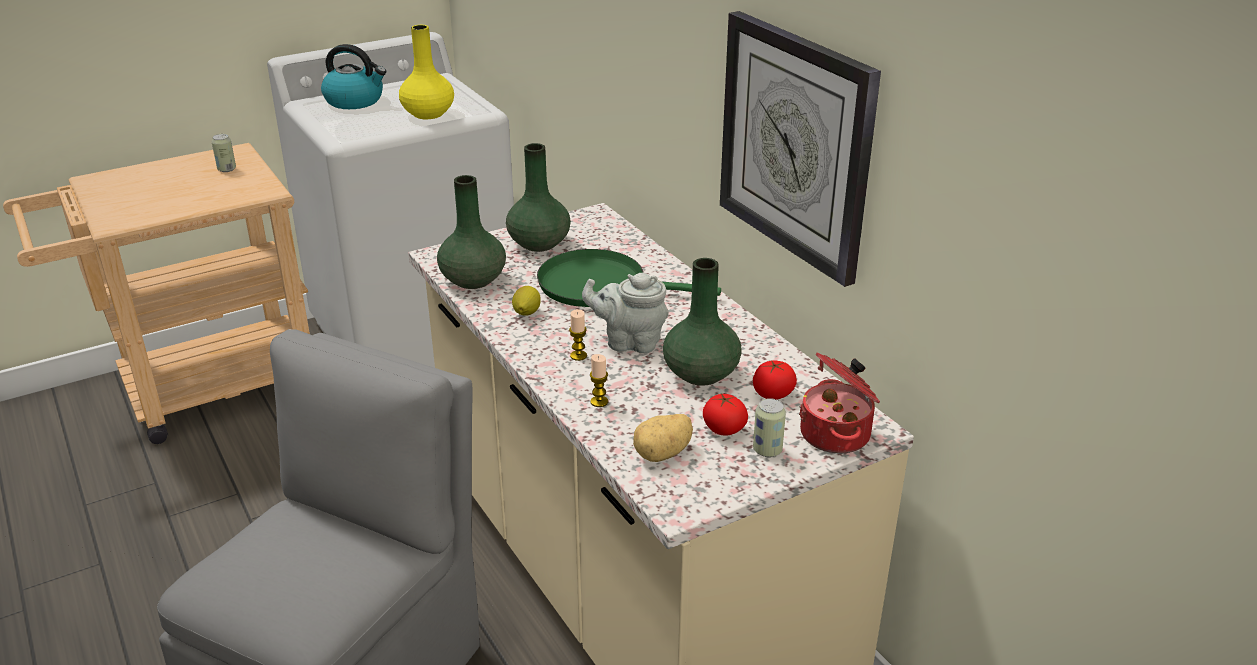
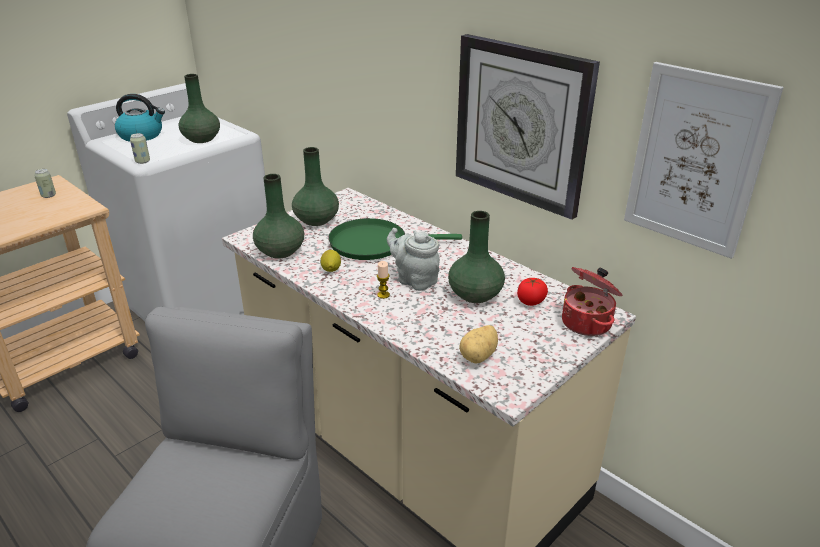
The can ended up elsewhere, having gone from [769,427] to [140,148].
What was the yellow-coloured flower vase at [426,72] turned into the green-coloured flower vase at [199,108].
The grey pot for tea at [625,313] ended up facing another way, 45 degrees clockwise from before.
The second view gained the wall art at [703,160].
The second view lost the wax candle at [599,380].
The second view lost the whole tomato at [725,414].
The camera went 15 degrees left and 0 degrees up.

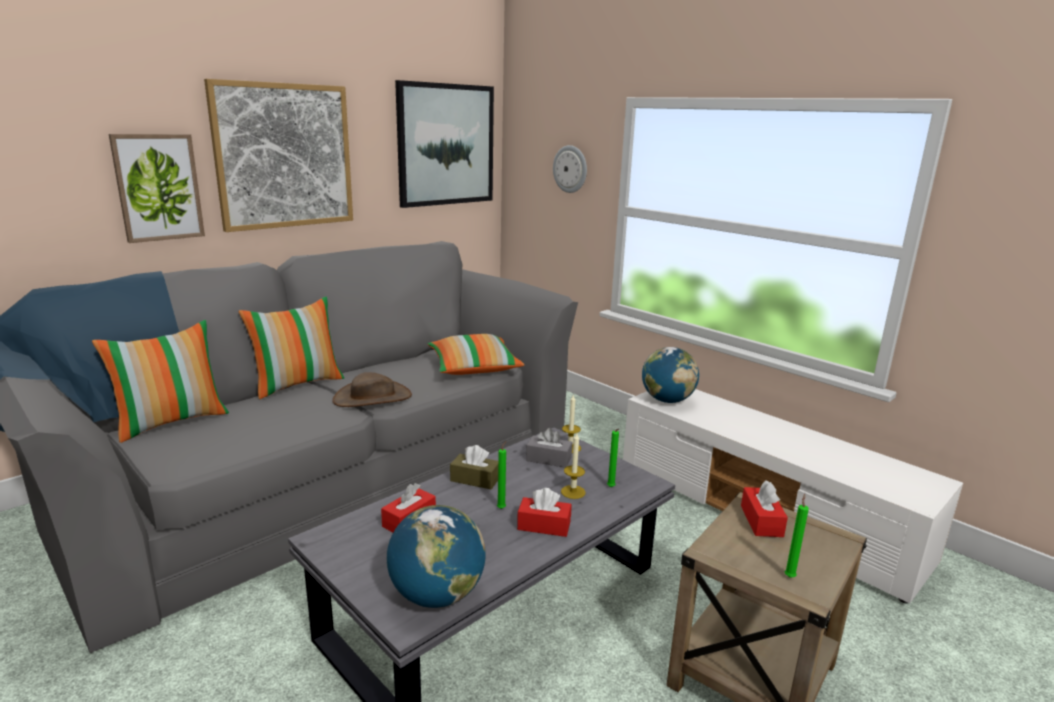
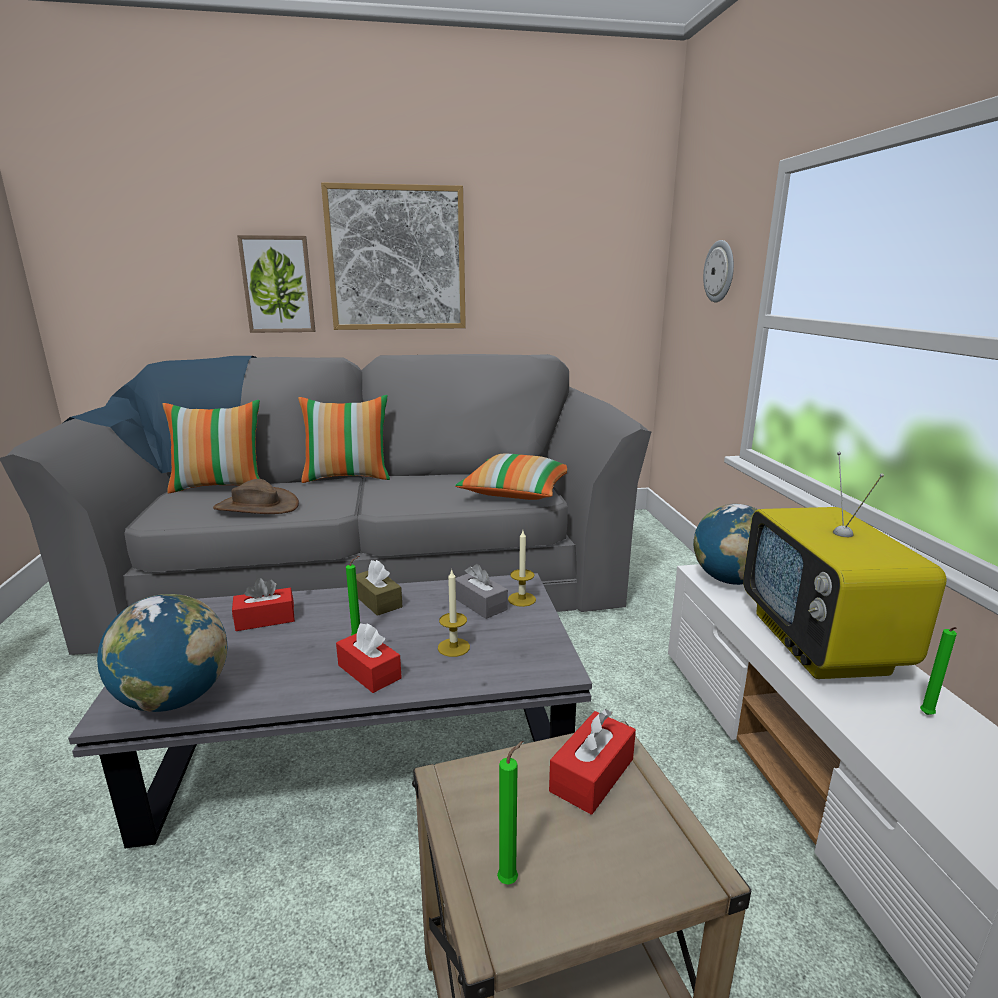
The brown hat ended up elsewhere, having gone from [372,389] to [256,496].
The second view gained the TV set at [845,565].
The green-coloured wax candle ended up elsewhere, having gone from [613,458] to [938,671].
The second view lost the wall art at [444,144].
The camera went 35 degrees right and 0 degrees up.

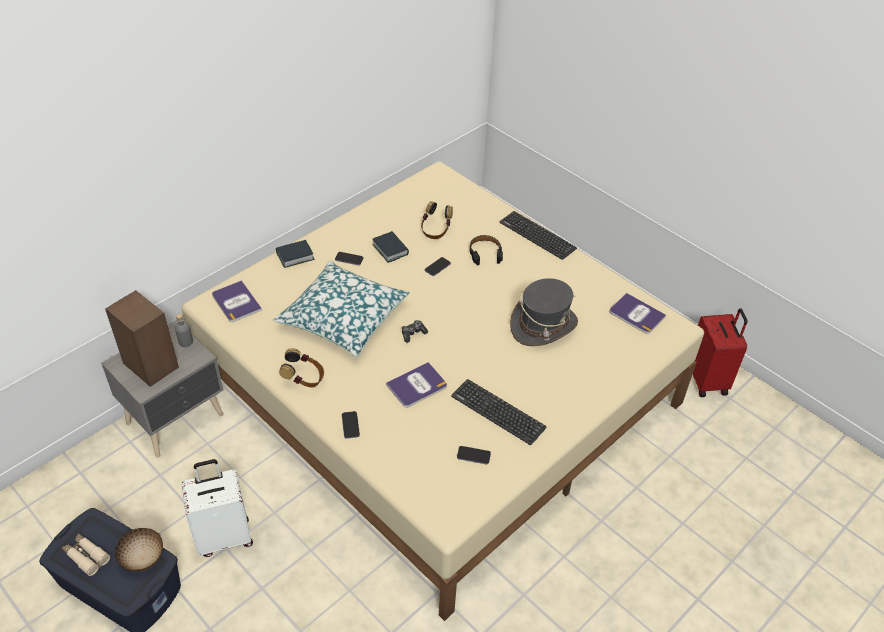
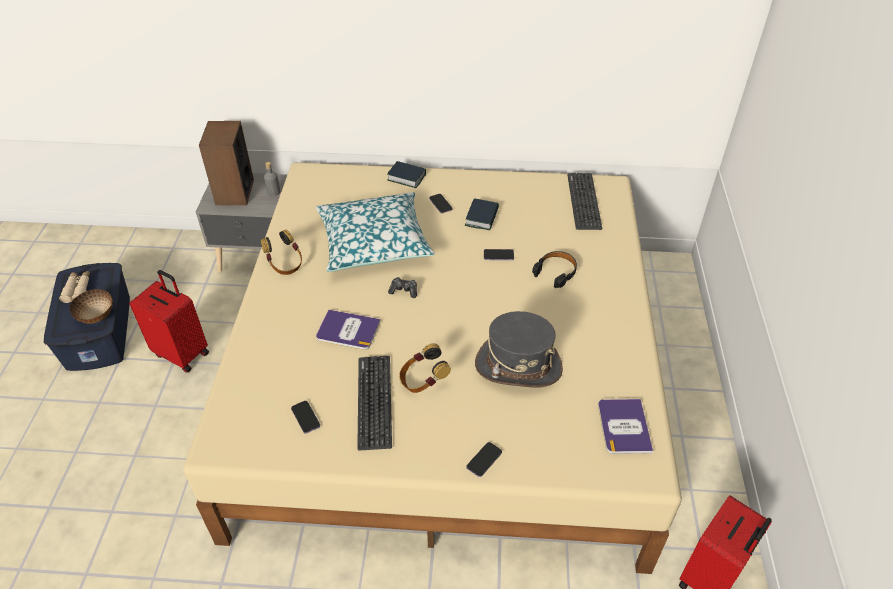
What was the whitish travel case at [217,508] turned into the red travel case at [169,321].
The headset ended up elsewhere, having gone from [437,220] to [425,368].
The phone ended up elsewhere, having gone from [351,425] to [484,459].
The PC keyboard ended up elsewhere, having gone from [538,235] to [584,201].
The second view lost the volume at [237,301].
The camera went 50 degrees right and 0 degrees up.

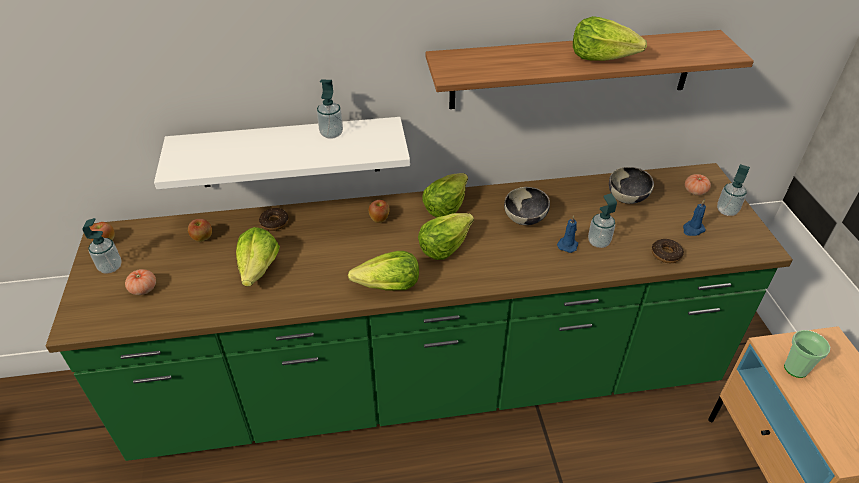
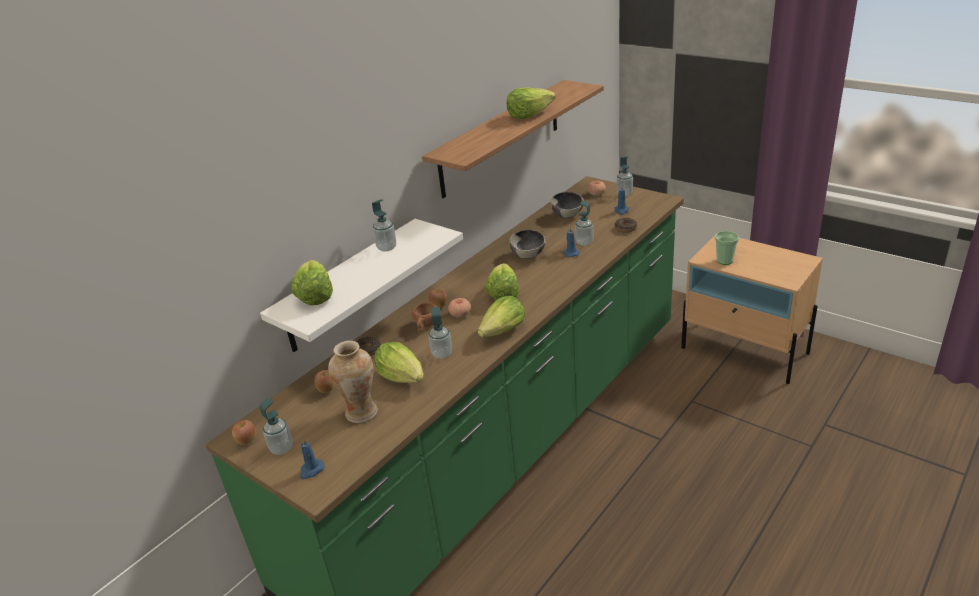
The lettuce head ended up elsewhere, having gone from [445,195] to [312,282].
The second view gained the bluish wax candle at [312,458].
The second view gained the flower vase at [353,382].
The second view gained the brown small cup at [424,317].
The second view gained the liquid soap bottle at [440,333].
The whole tomato ended up elsewhere, having gone from [140,282] to [459,308].
The camera went 40 degrees left and 10 degrees down.

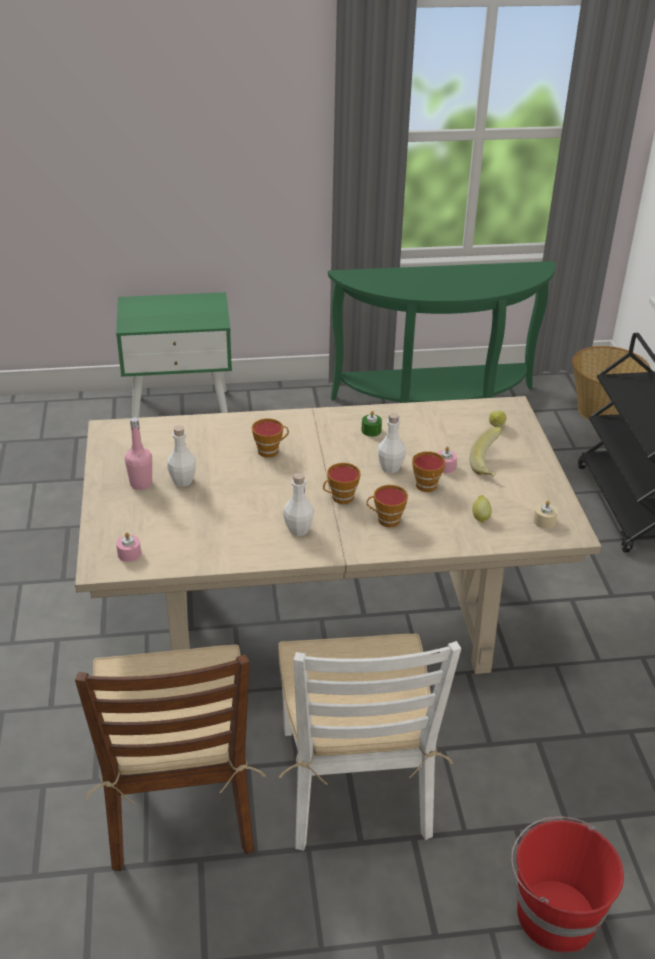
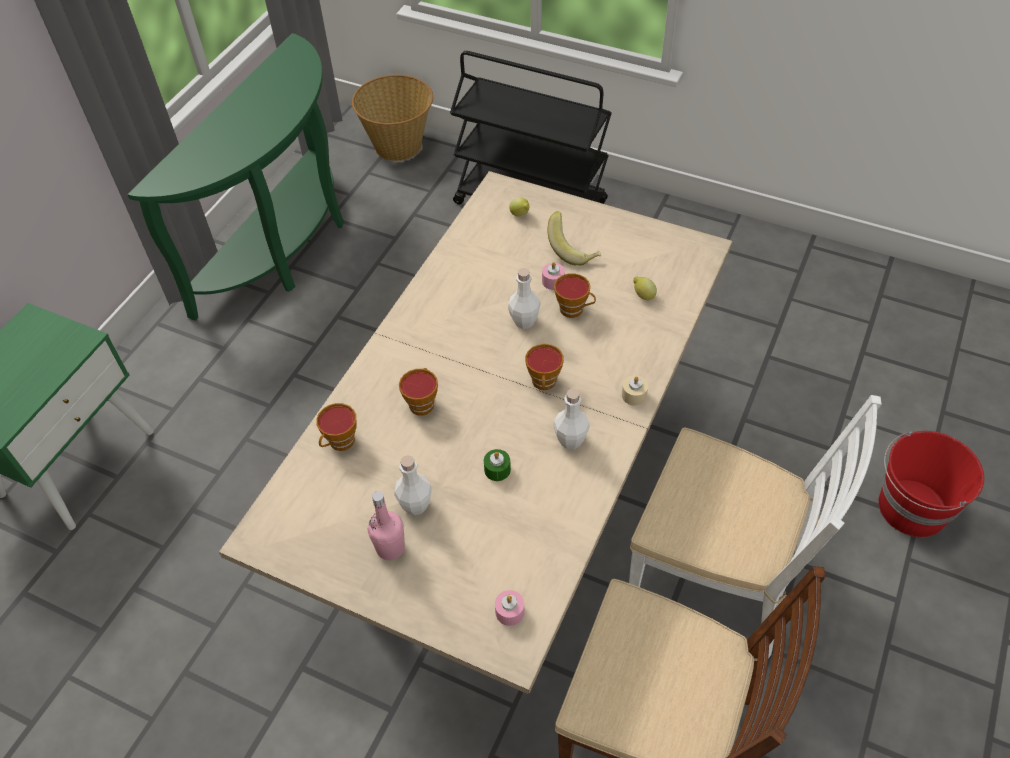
The small cup ended up elsewhere, having gone from [387,506] to [336,427].
The green-coloured wax candle ended up elsewhere, having gone from [371,424] to [497,465].
The beige-coloured wax candle ended up elsewhere, having gone from [545,514] to [635,391].
The camera went 55 degrees left and 15 degrees up.

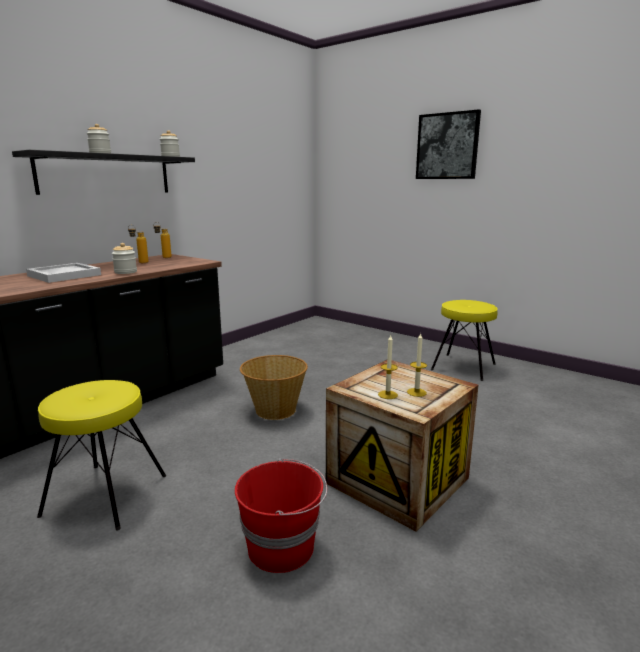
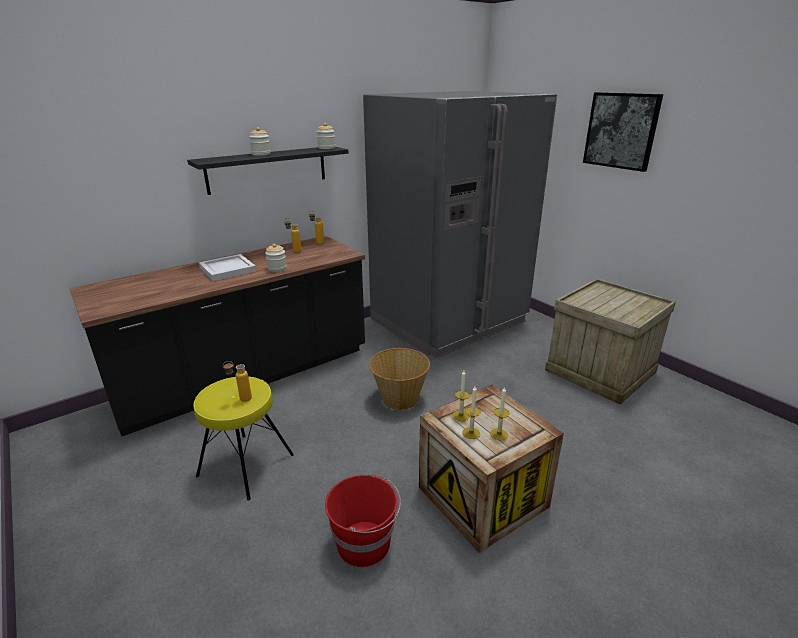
The second view gained the bottle at [237,381].
The second view gained the grey kitchen fridge at [460,224].
The second view gained the wax candle at [461,396].
Where the yellow-coloured stool stood at [464,340], the packing crate came to stand at [610,341].
The camera went 15 degrees right and 10 degrees up.

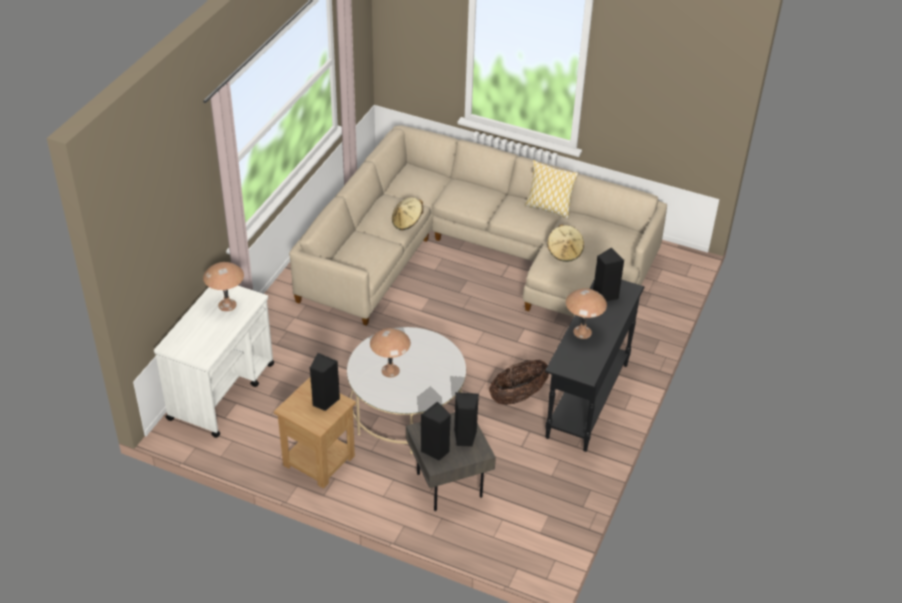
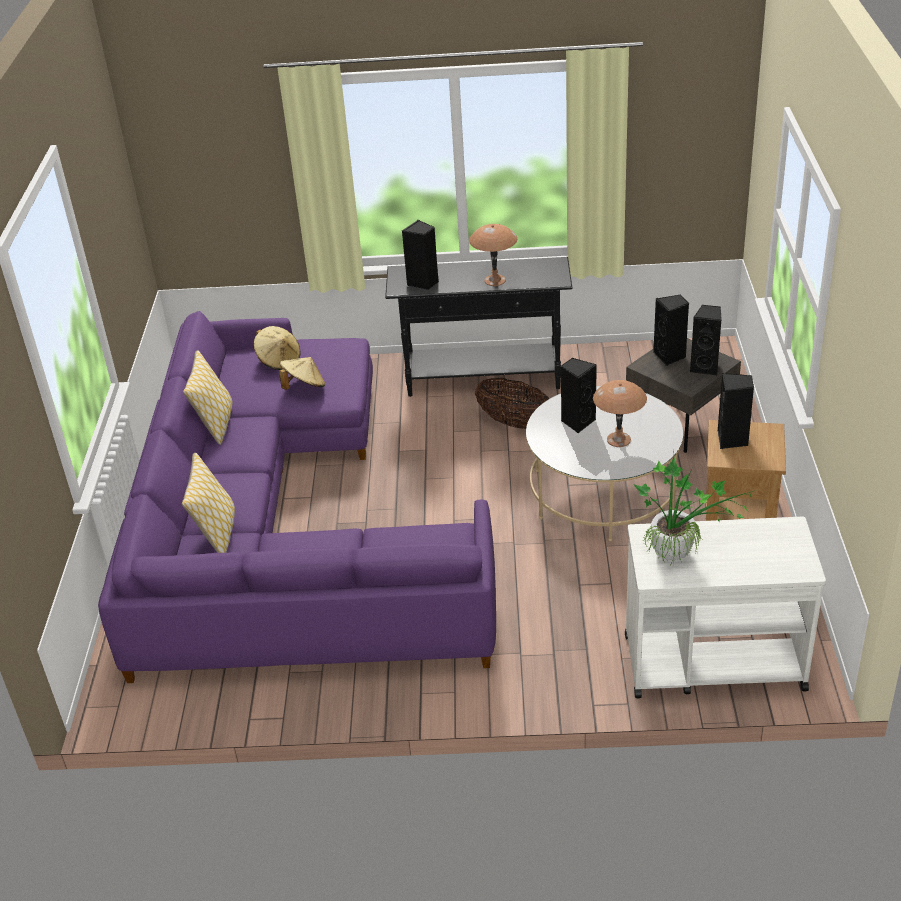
What was the beige-coloured couch at [478,225] turned into the purple-coloured couch at [297,497].
The second view gained the throw pillow at [208,503].
The beige-coloured hat ended up elsewhere, having gone from [407,213] to [276,348].
The second view gained the black speaker at [579,395].
Where the brown table lamp stood at [223,287], the plant in a pot came to stand at [693,509].
The camera went 110 degrees left and 5 degrees down.

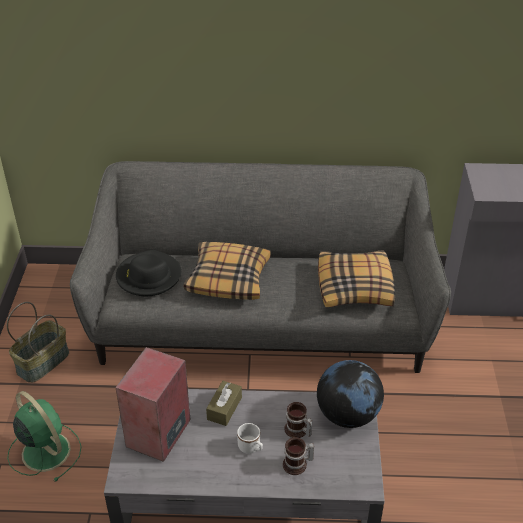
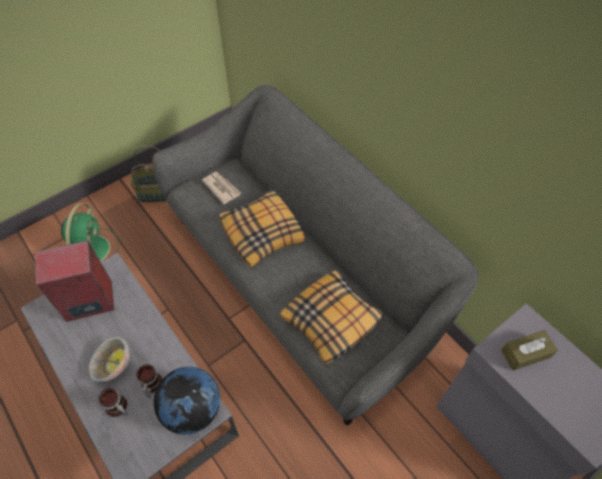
Where the whitish tea mug stood at [250,438], the serving bowl came to stand at [109,359].
Where the black hat stood at [149,273], the daily paper came to stand at [221,188].
The brown box of tissues ended up elsewhere, having gone from [224,403] to [529,350].
The camera went 50 degrees right and 15 degrees up.

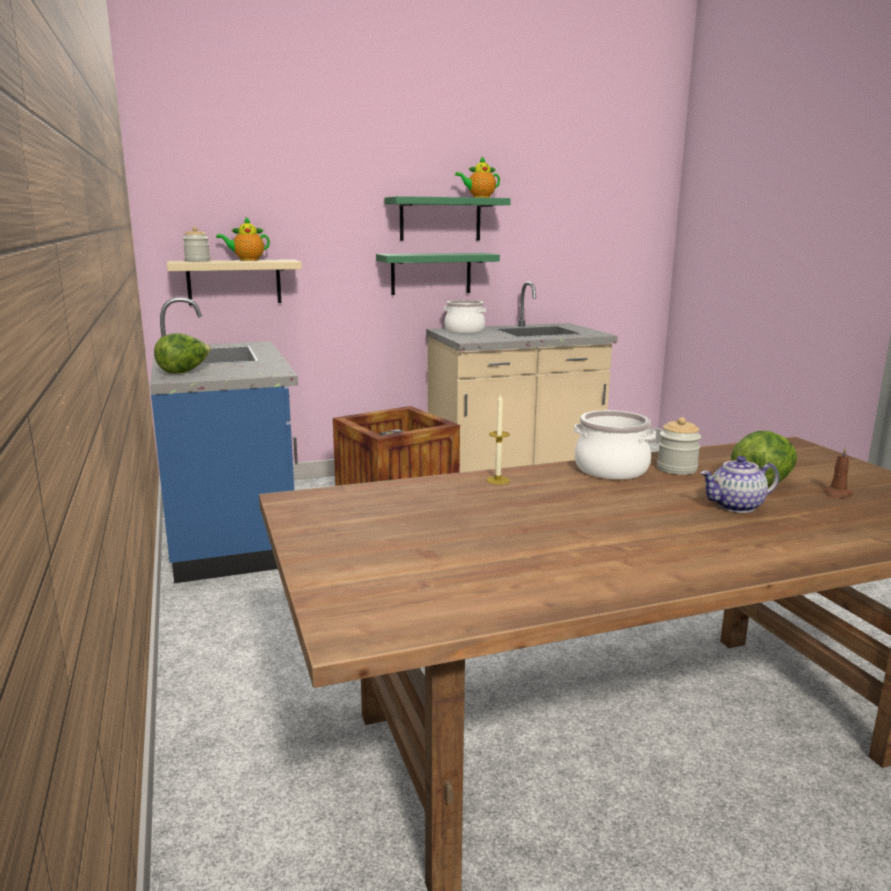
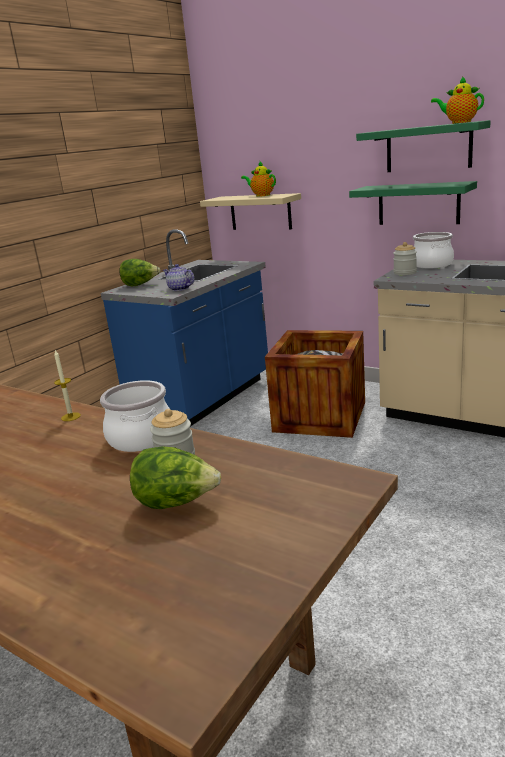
The pot for tea ended up elsewhere, having gone from [739,484] to [179,277].
The storage jar ended up elsewhere, having gone from [196,244] to [405,258].
The second view lost the brown wax candle at [838,472].
The camera went 55 degrees right and 5 degrees up.

